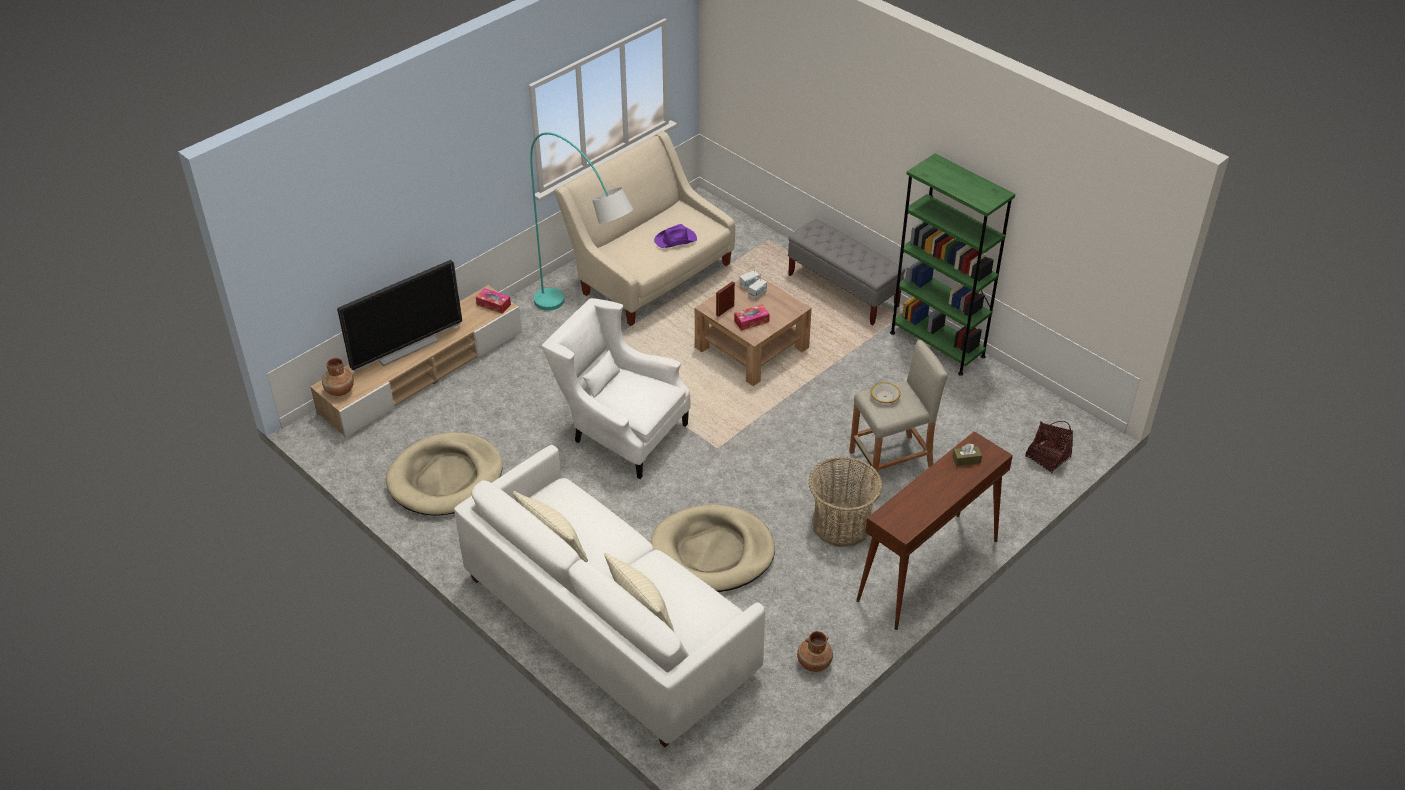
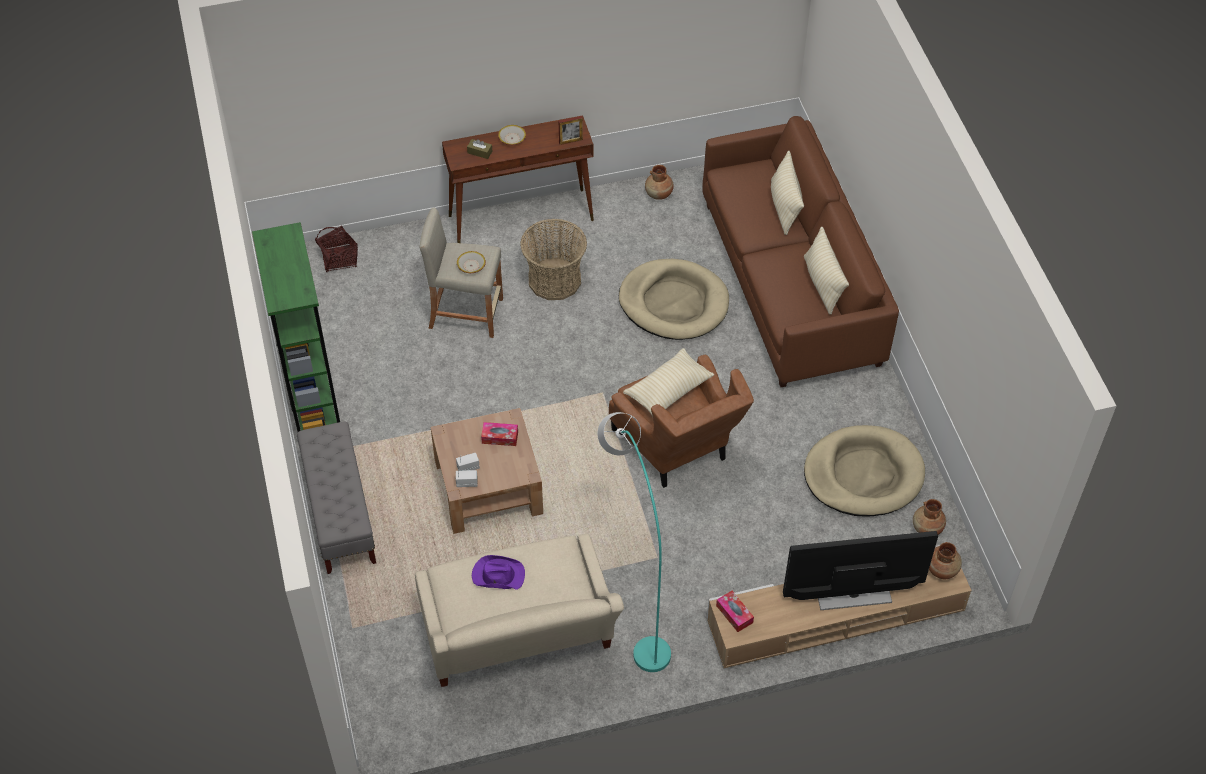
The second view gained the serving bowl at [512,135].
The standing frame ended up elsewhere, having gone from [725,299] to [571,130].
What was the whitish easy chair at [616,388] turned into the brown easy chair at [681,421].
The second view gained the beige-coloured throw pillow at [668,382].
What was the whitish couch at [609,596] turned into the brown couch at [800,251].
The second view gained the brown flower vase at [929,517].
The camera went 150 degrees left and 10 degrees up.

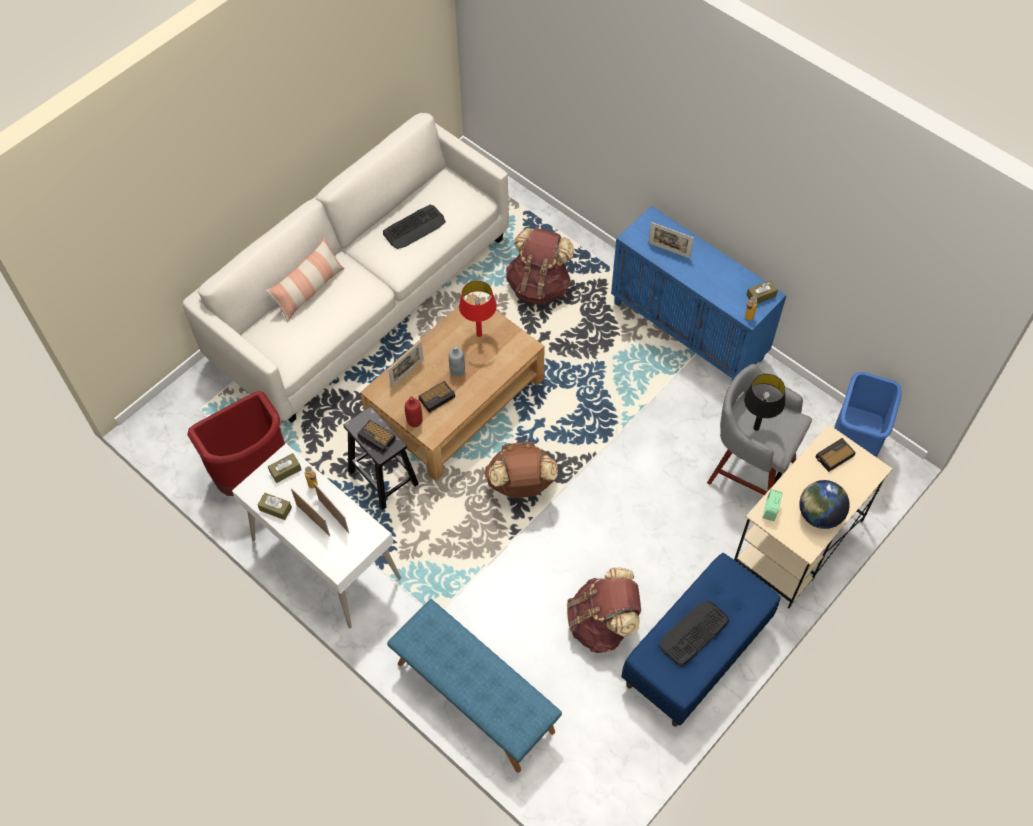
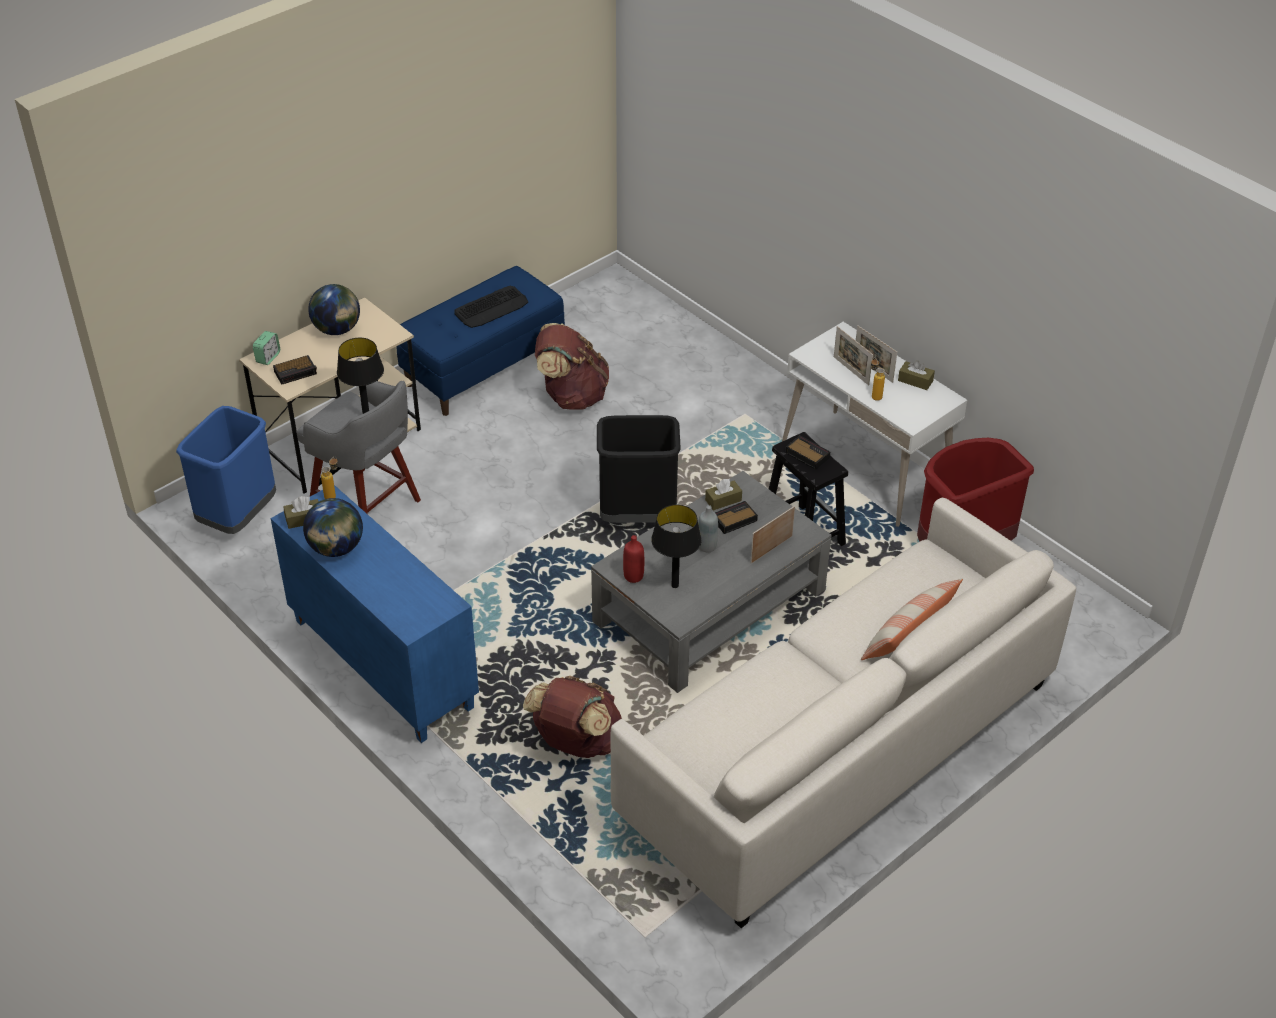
The table clock ended up elsewhere, having gone from [772,505] to [266,348].
The second view gained the desk globe at [333,527].
What was the brown lounge table at [452,387] turned into the grey lounge table at [711,582].
Where the brown rucksack stood at [521,469], the black rubbish bin came to stand at [639,469].
The red bottle ended up elsewhere, having gone from [414,411] to [633,559].
What was the red table lamp at [478,309] turned into the black table lamp at [676,546].
The brown box of tissues ended up elsewhere, having gone from [285,468] to [723,495].
The second view lost the PC keyboard at [414,226].
The second view lost the bluish long seat at [474,686].
The second view lost the standing frame at [671,240].
The camera went 175 degrees left and 15 degrees down.

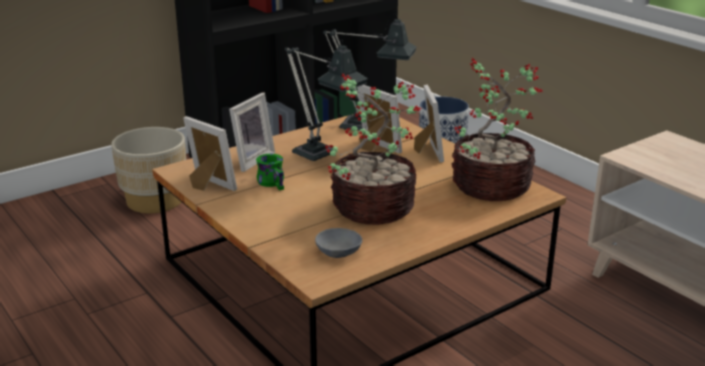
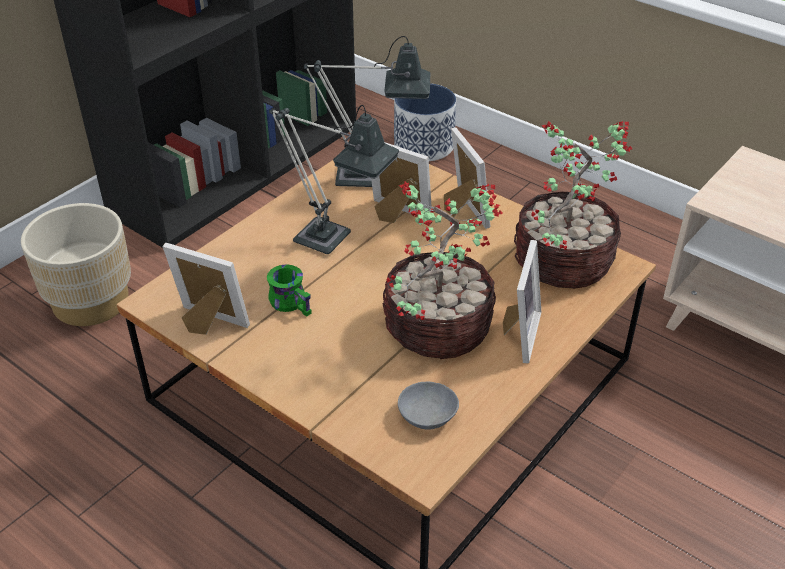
The standing frame ended up elsewhere, having gone from [252,132] to [522,301].
The camera went 15 degrees left and 15 degrees up.

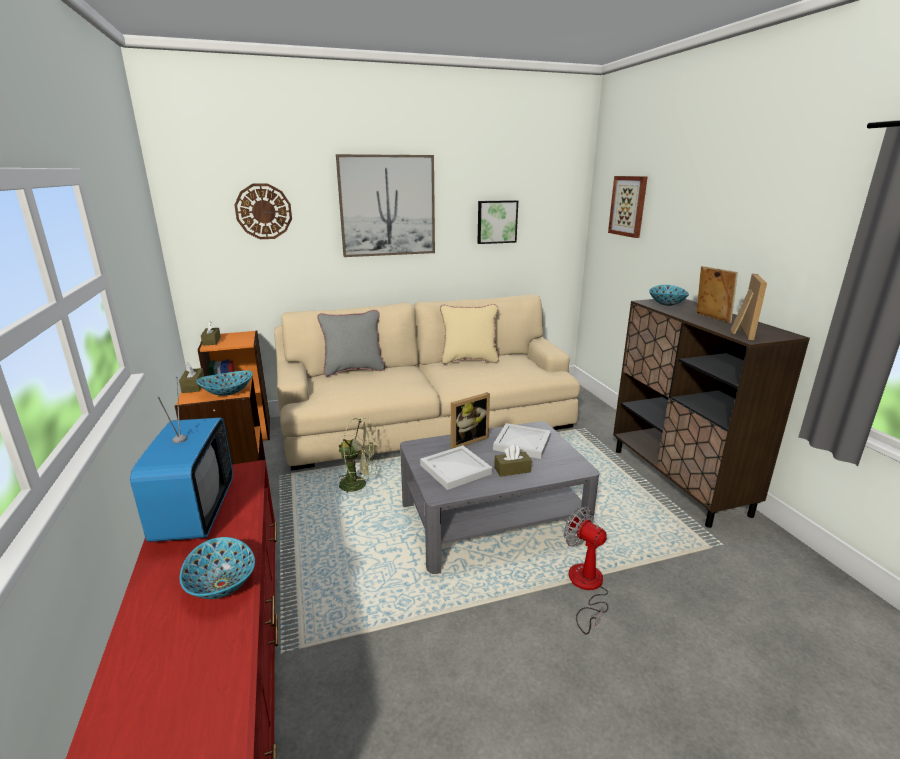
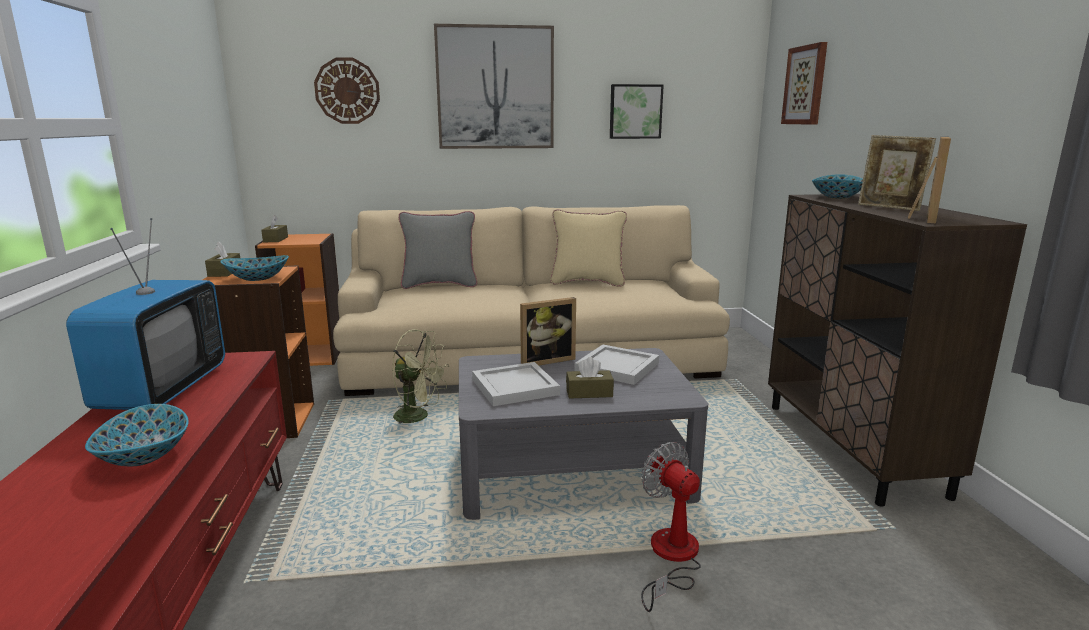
The standing frame at [717,294] ended up facing another way, 150 degrees clockwise from before.
The camera went 10 degrees right and 5 degrees down.

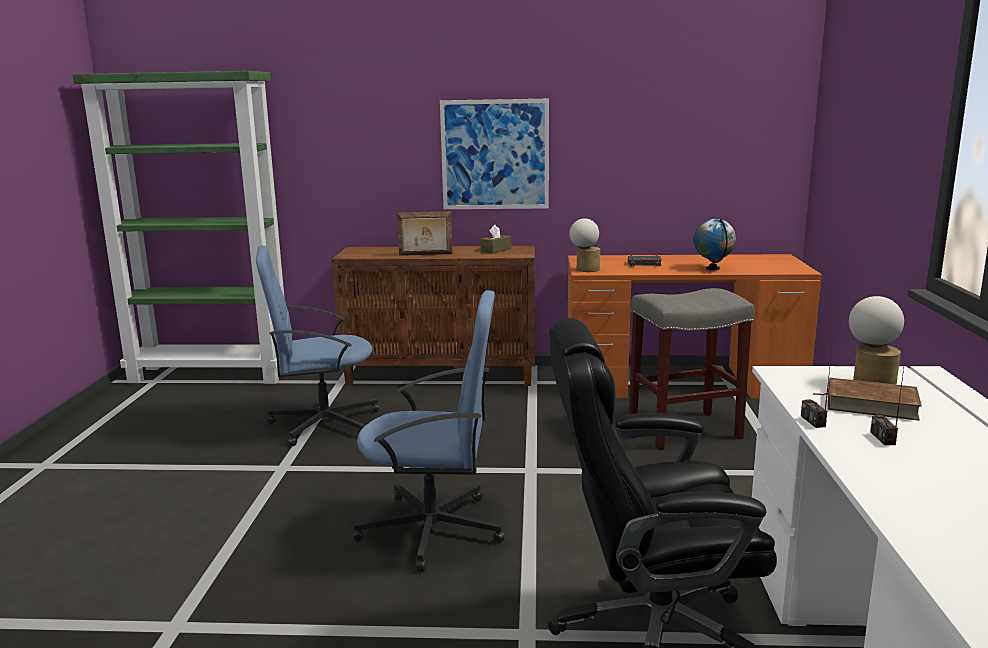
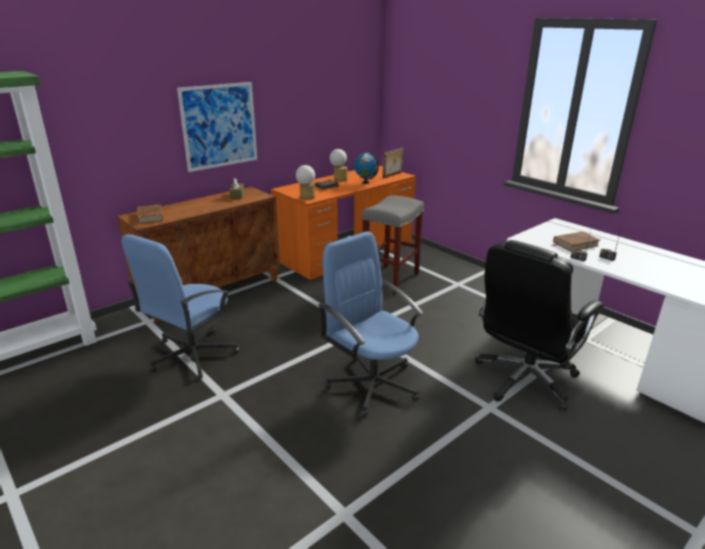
The second view gained the brown volume at [150,214].
The bluish desk chair at [429,431] ended up facing another way, 90 degrees counterclockwise from before.
The table lamp ended up elsewhere, having gone from [876,340] to [339,165].
The standing frame ended up elsewhere, having gone from [424,233] to [392,162].
The camera went 45 degrees left and 10 degrees up.

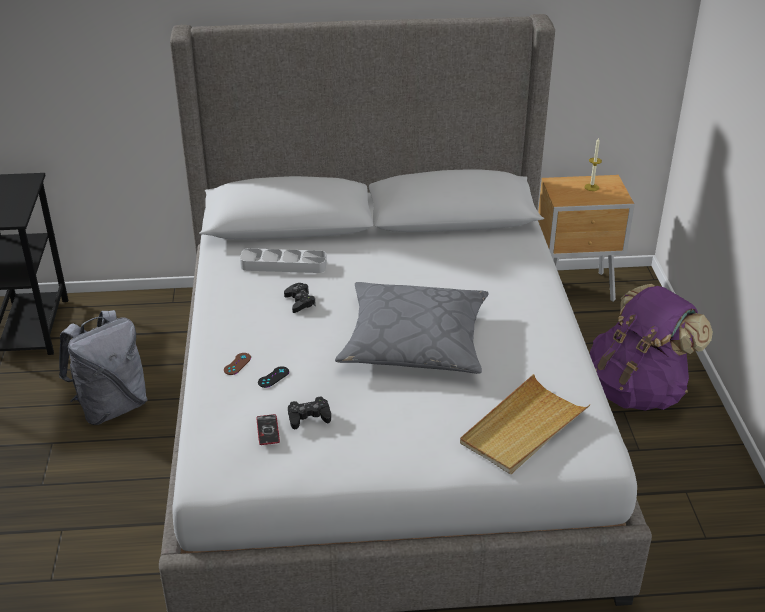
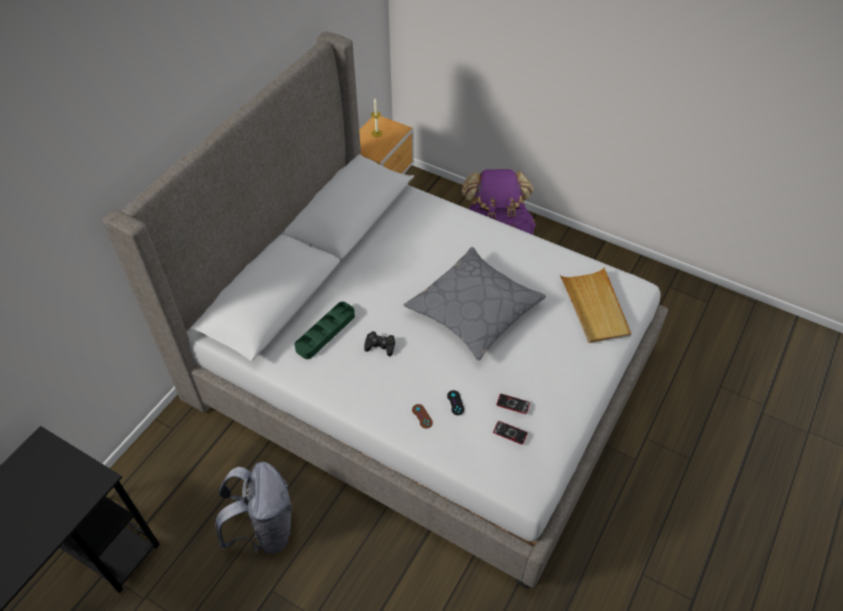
What was the grey carrying tray at [283,260] turned into the green-coloured carrying tray at [324,330].
Where the black joypad stood at [309,412], the phone came to stand at [513,404].
The camera went 55 degrees left and 15 degrees up.

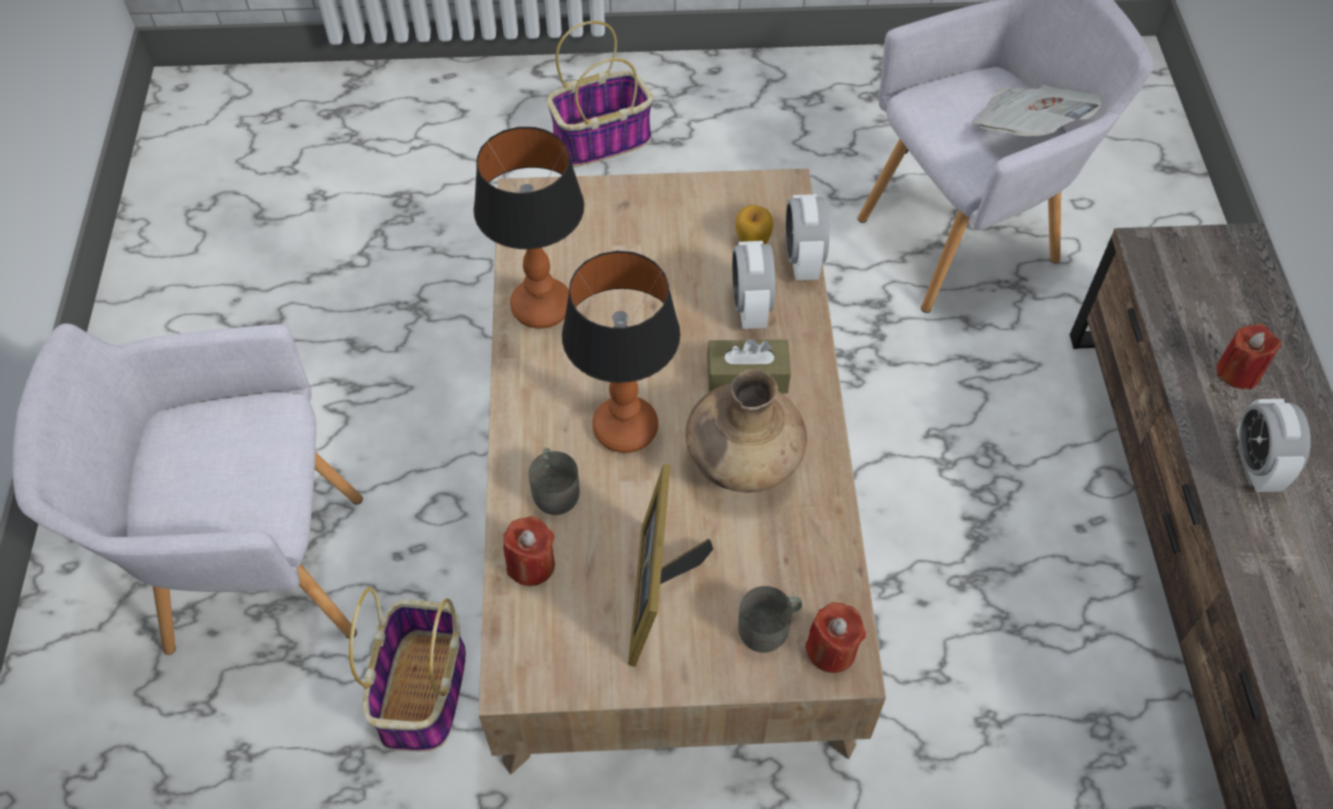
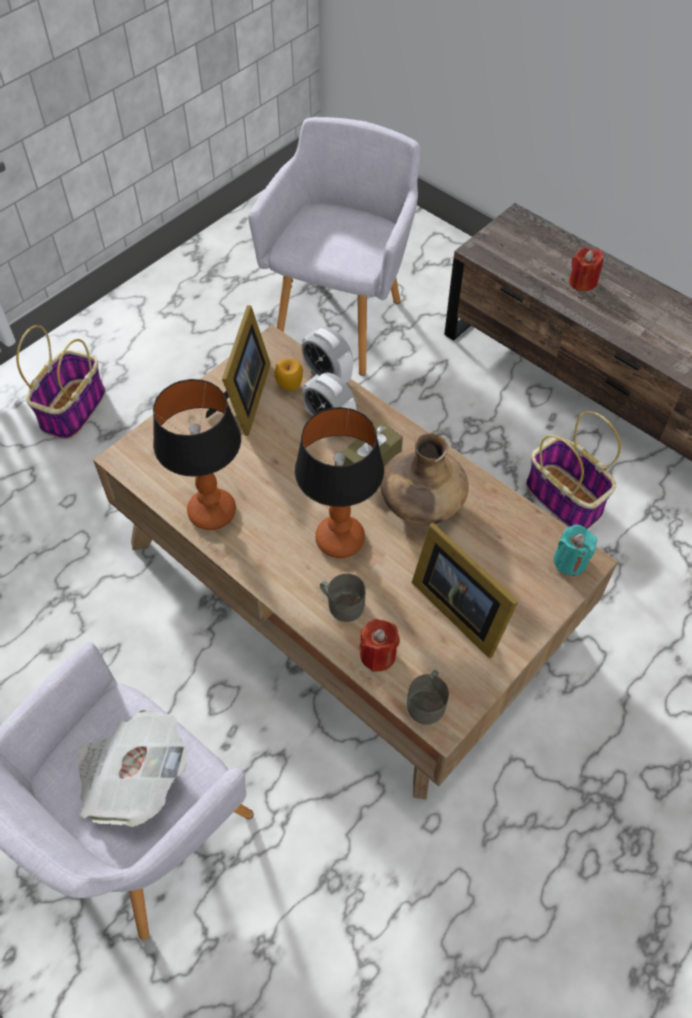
The daily paper ended up elsewhere, having gone from [1036,110] to [132,768].
The second view gained the standing frame at [238,370].
The grey tea mug ended up elsewhere, having gone from [770,619] to [428,697].
The storage basket ended up elsewhere, having gone from [407,669] to [573,470].
What was the red wax candle at [835,637] turned into the turquoise-coloured wax candle at [575,550].
The second view lost the table clock at [1273,445].
The camera went 45 degrees left and 0 degrees up.

